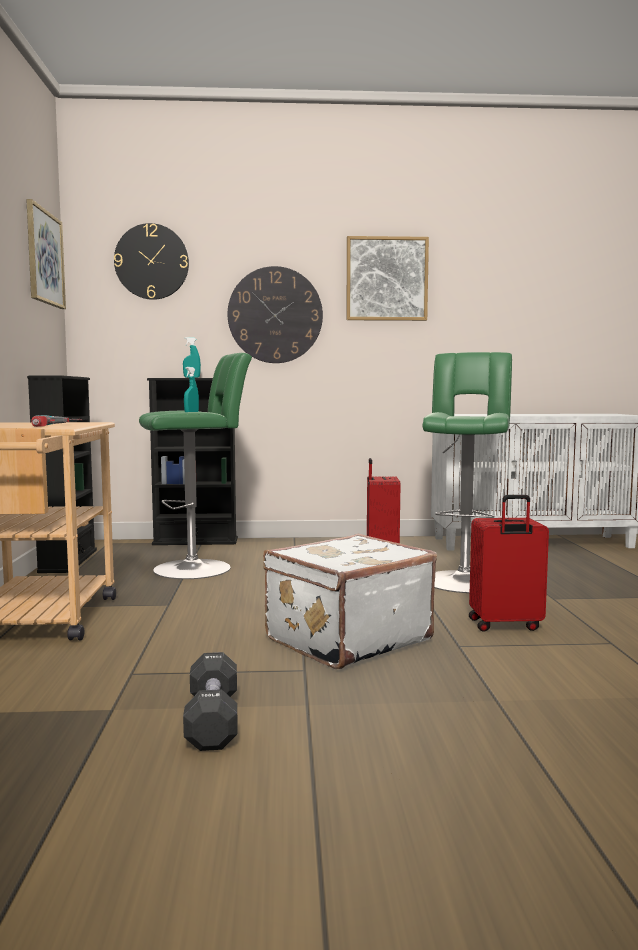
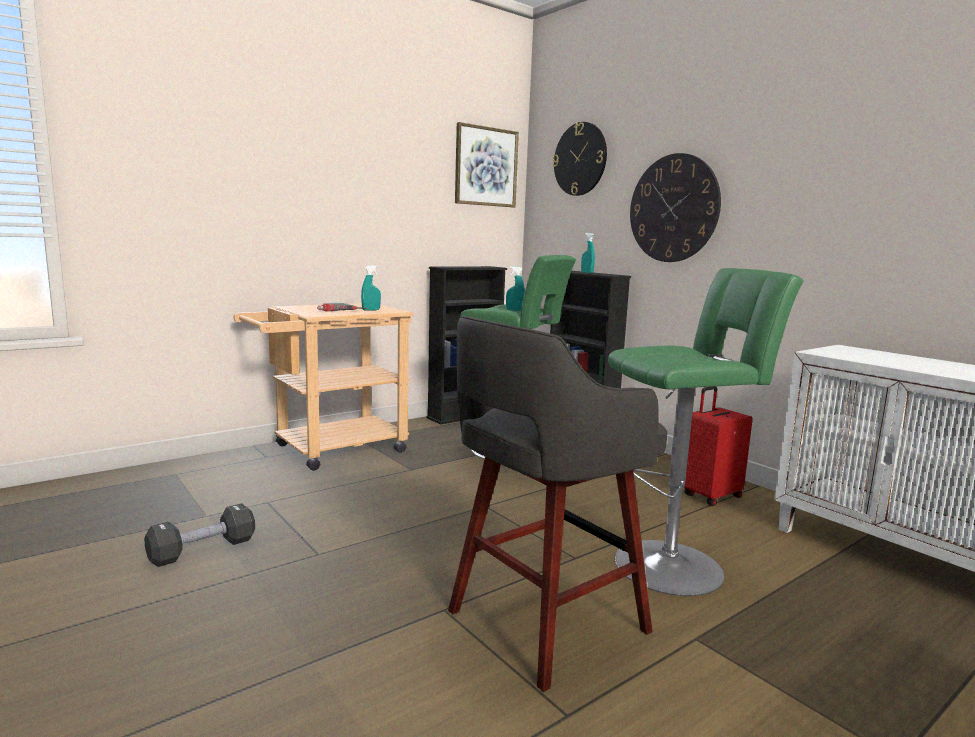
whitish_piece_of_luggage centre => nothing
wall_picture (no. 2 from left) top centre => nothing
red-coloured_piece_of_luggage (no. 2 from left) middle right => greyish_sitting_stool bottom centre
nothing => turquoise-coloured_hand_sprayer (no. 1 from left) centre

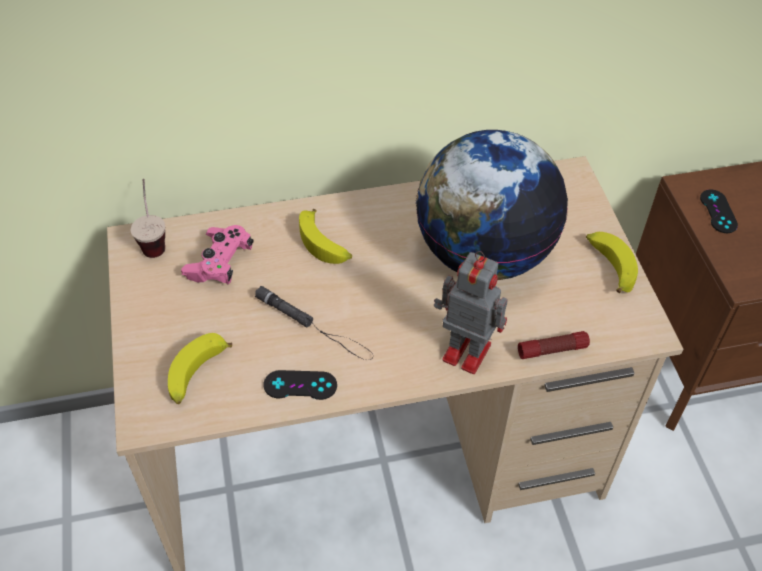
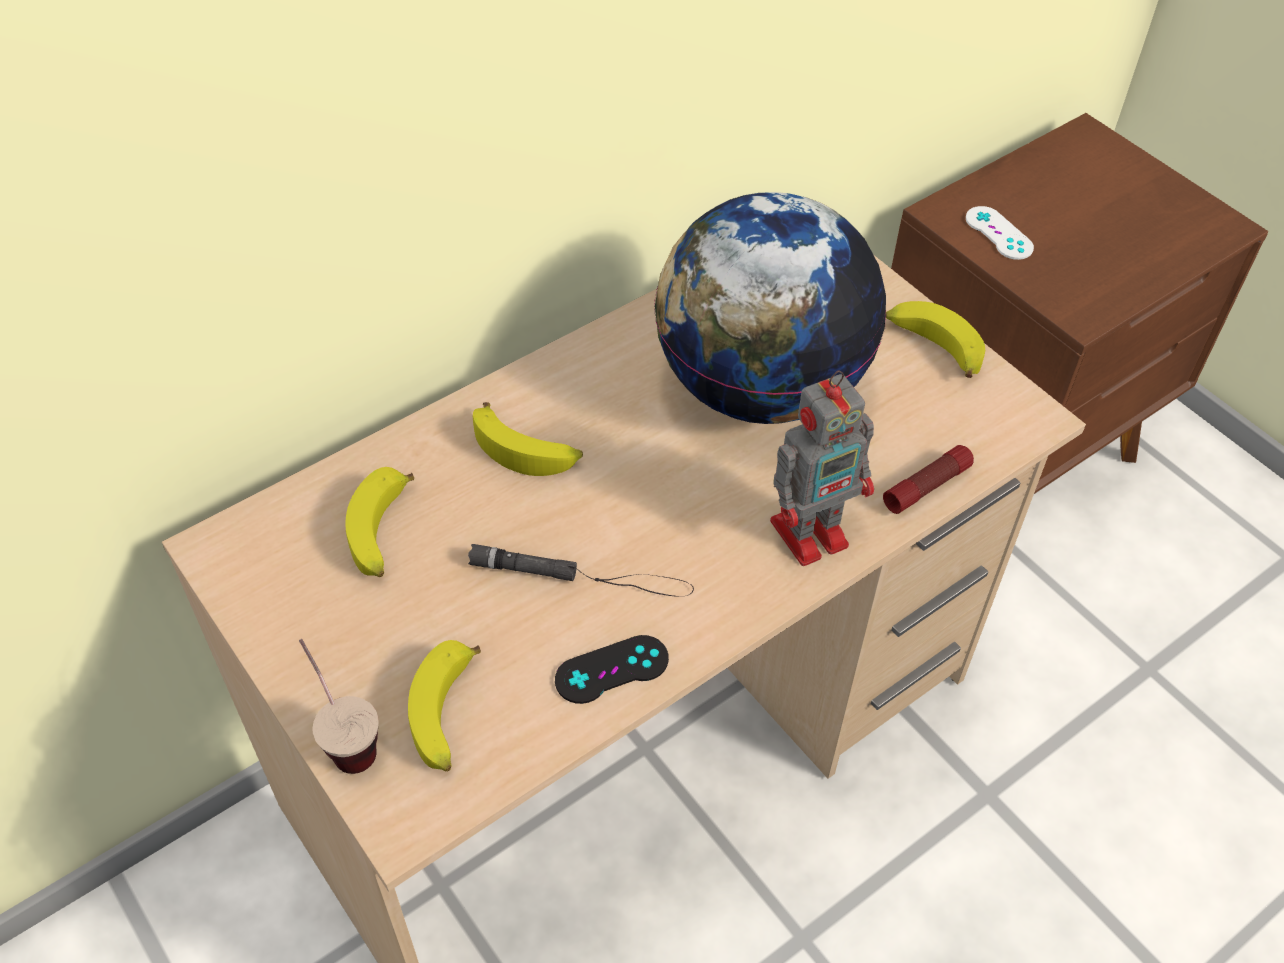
cup middle left => cup bottom left, shifted
pinkish_gamepad middle left => banana (no. 1 from left) middle left
robot_figure centre, 150 degrees clockwise
black_gamepad (no. 2 from left) middle right => whitish_gamepad top right

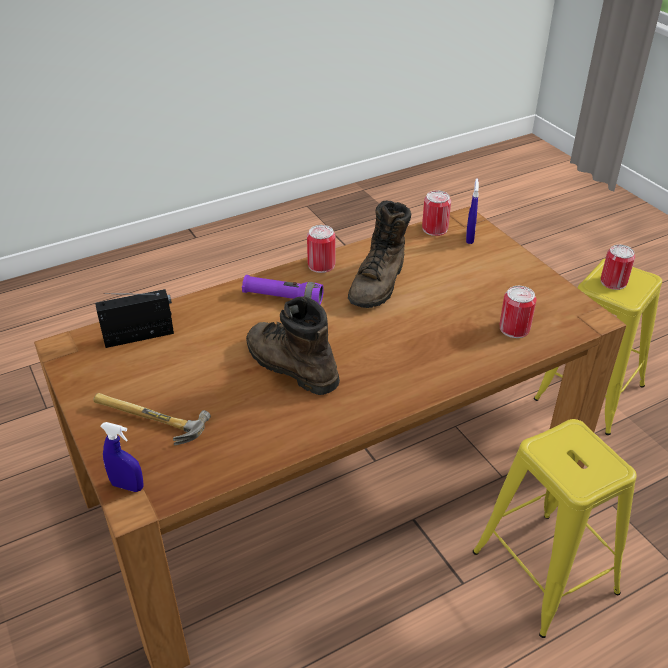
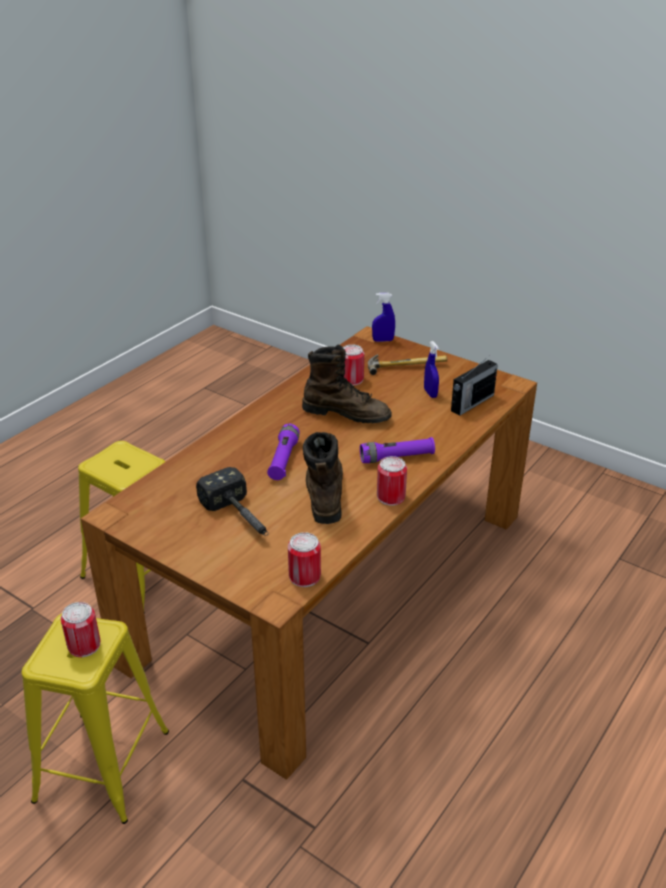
blue_hand_sprayer (no. 2 from left) top right => blue_hand_sprayer (no. 2 from left) centre, shifted
can (no. 3 from left) middle right => can (no. 3 from left) centre, shifted
nothing => tool_hammer (no. 1 from left) centre
nothing => purple-coloured_hand_torch (no. 1 from left) centre

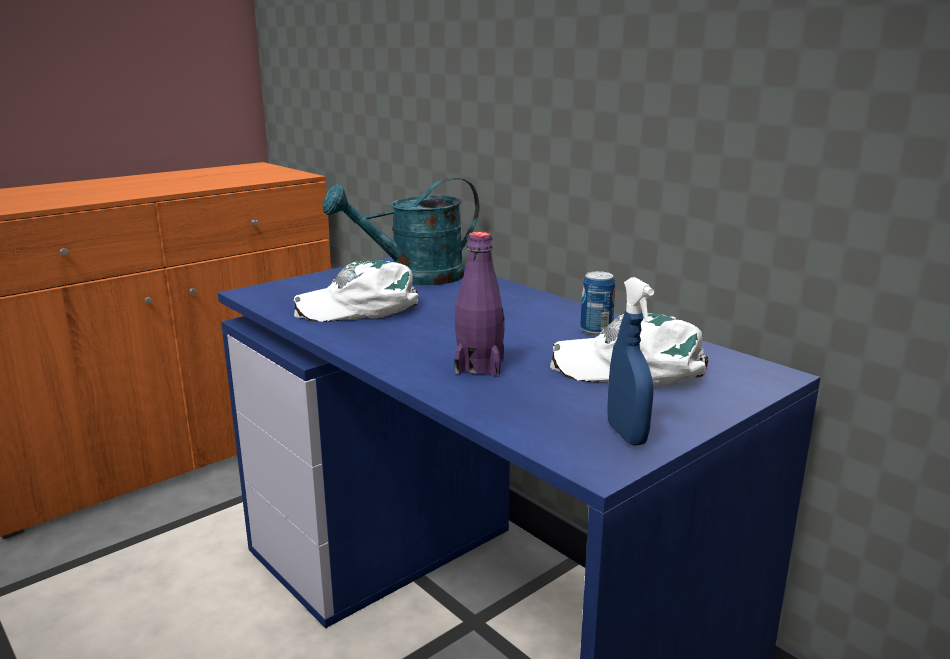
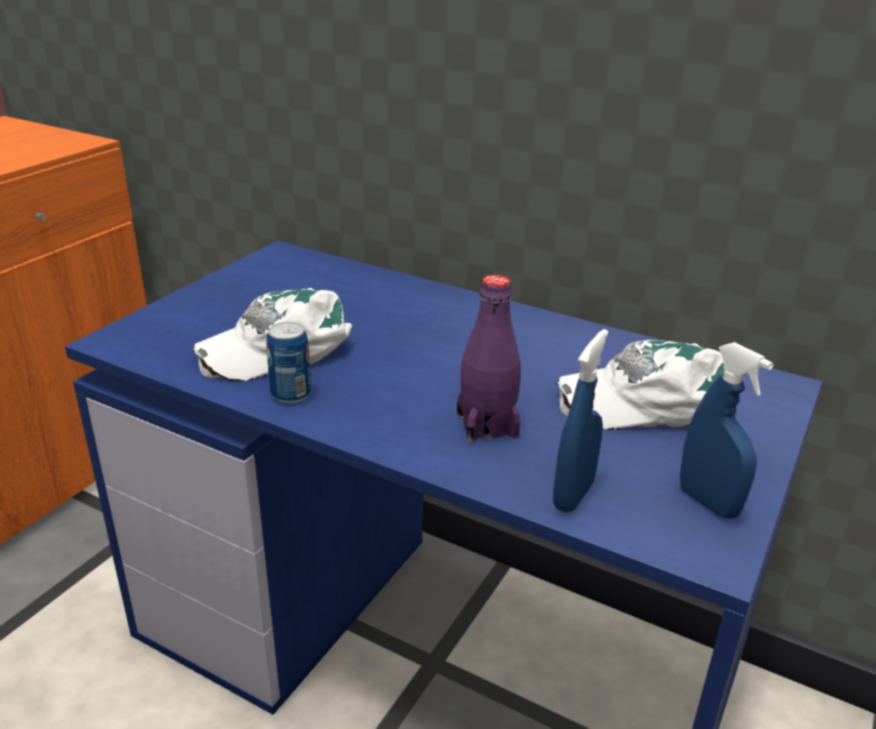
turquoise-coloured_sprinkling_can centre => nothing
can centre => can middle left, shifted
nothing => blue_hand_sprayer (no. 1 from left) centre

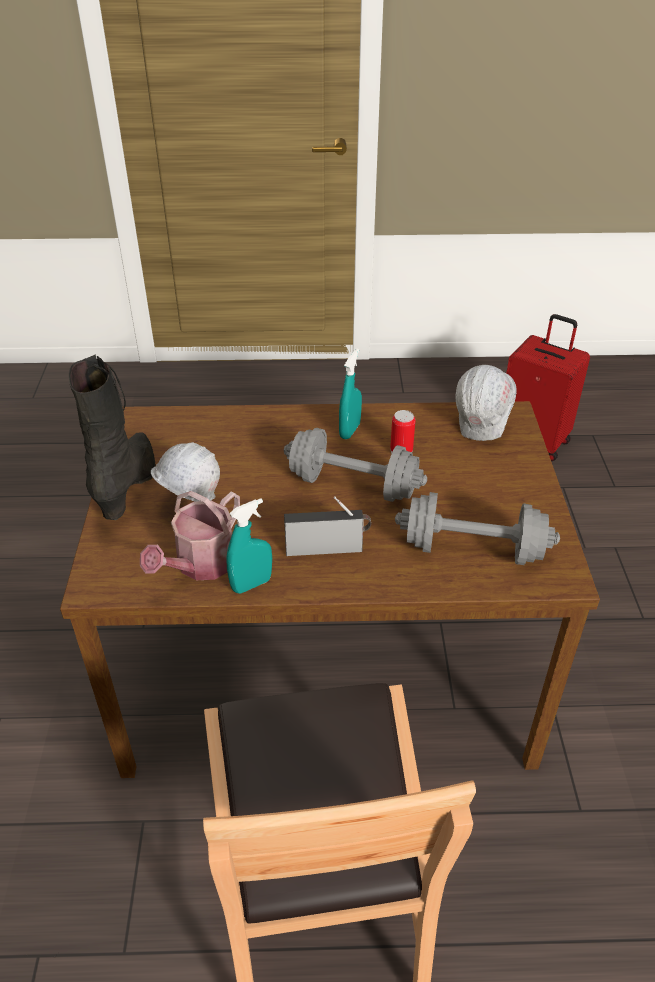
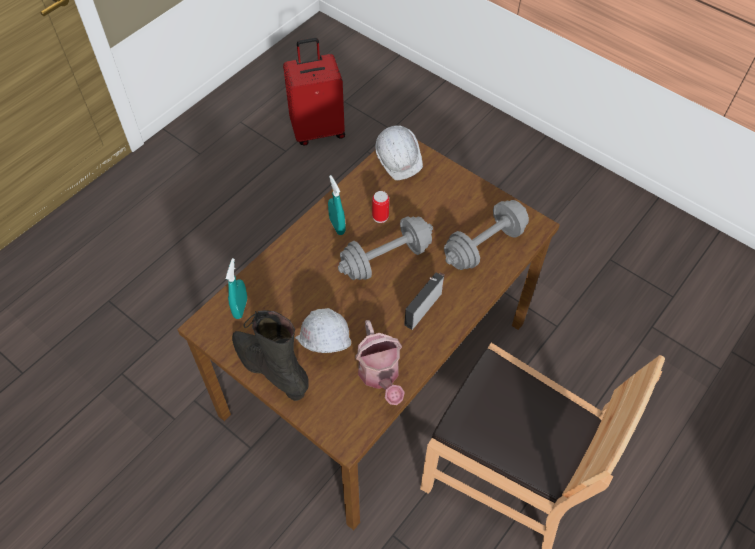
turquoise-coloured_hand_sprayer (no. 1 from left) centre => turquoise-coloured_hand_sprayer (no. 1 from left) middle left, shifted

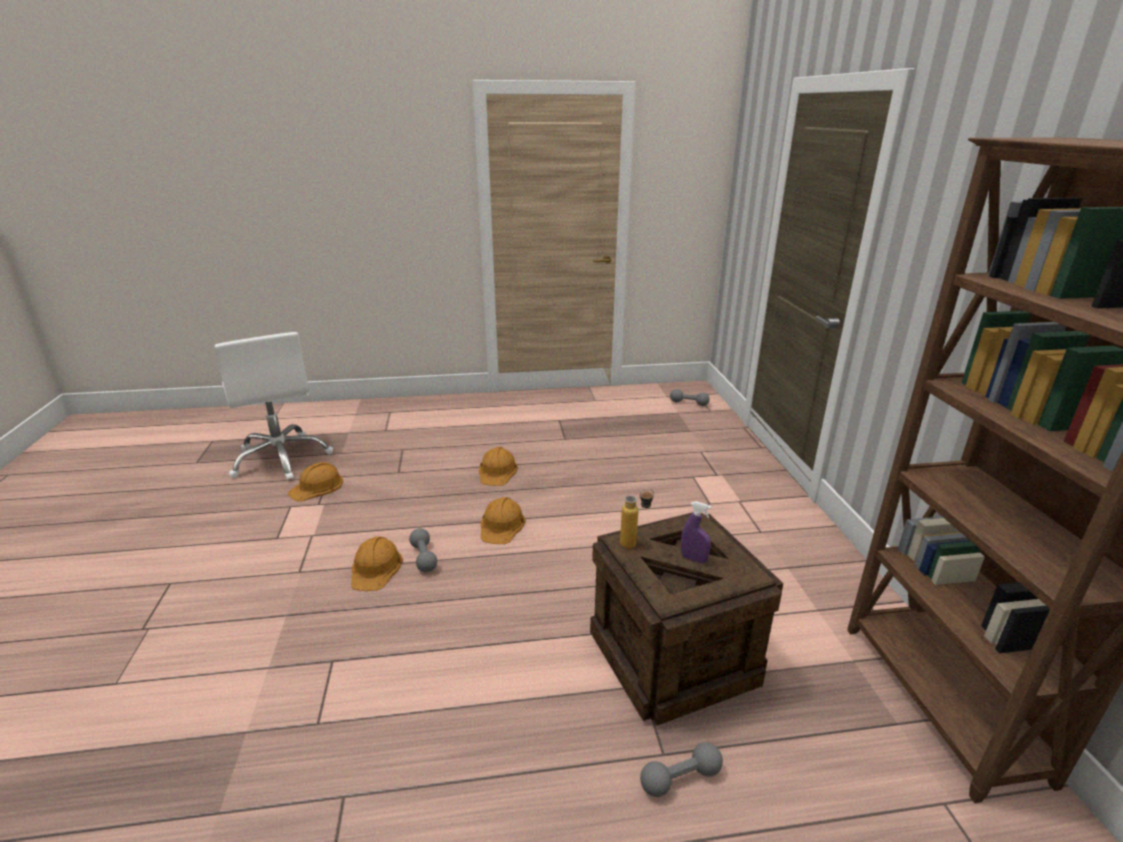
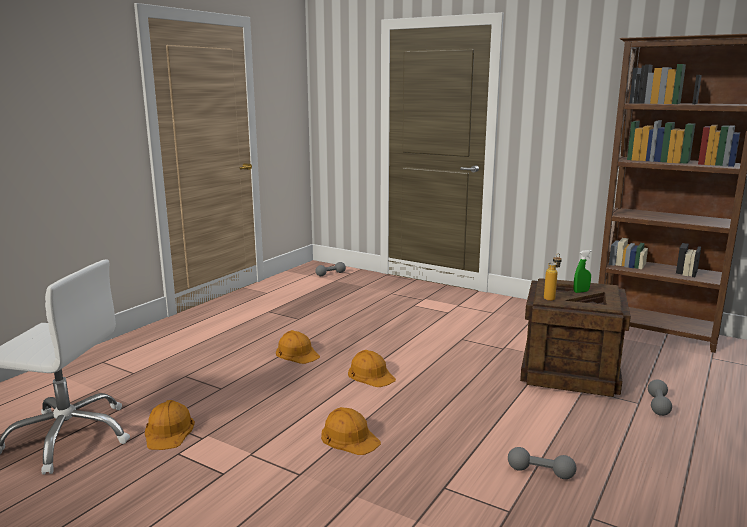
greyish_dumbbell (no. 1 from left in the first image) centre => greyish_dumbbell (no. 2 from left) bottom right, shifted
purple-coloured_hand_sprayer centre => greenish_hand_sprayer middle right

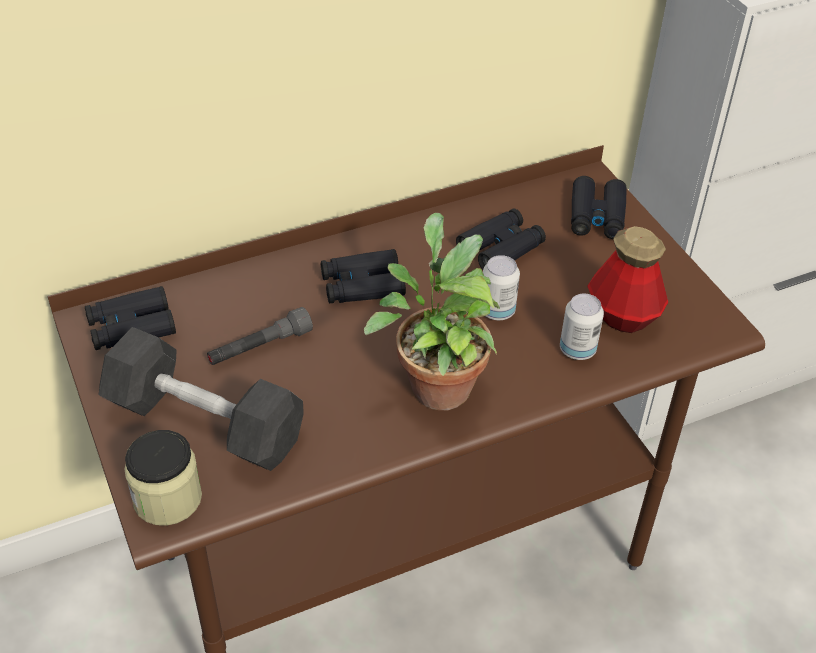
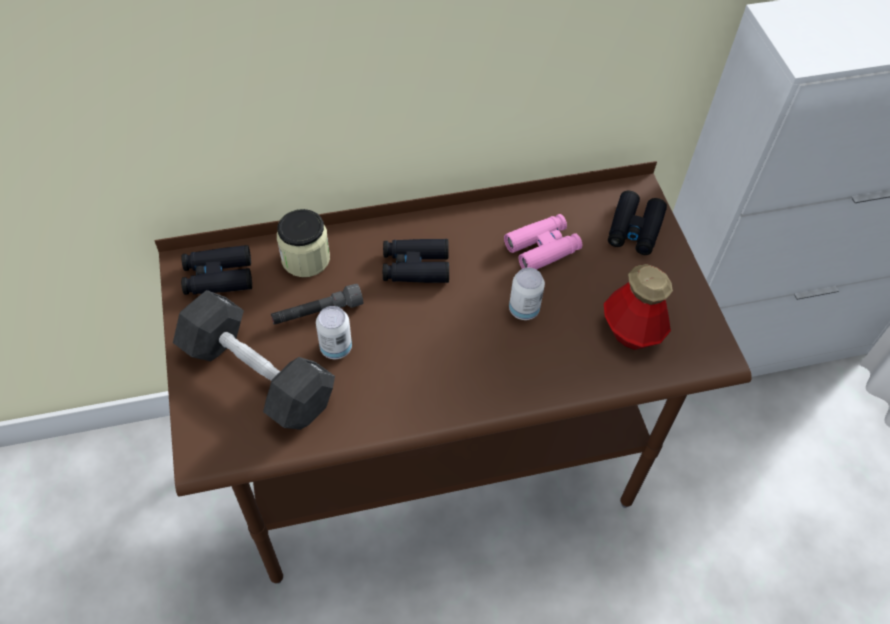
jar bottom left => jar centre, shifted
potted_plant centre => nothing
black_binoculars (no. 3 from left) centre => pinkish_binoculars centre
can (no. 2 from left in the first image) middle right => can (no. 1 from left) centre, shifted

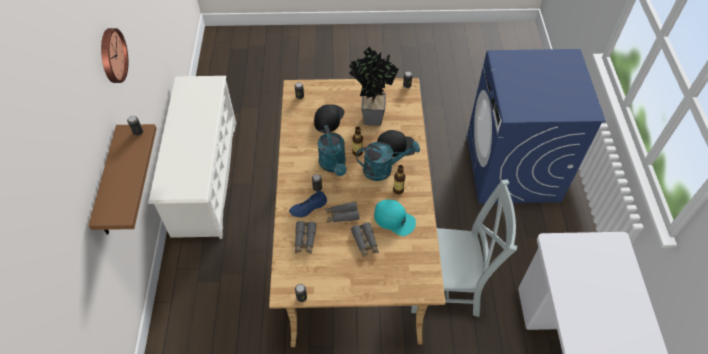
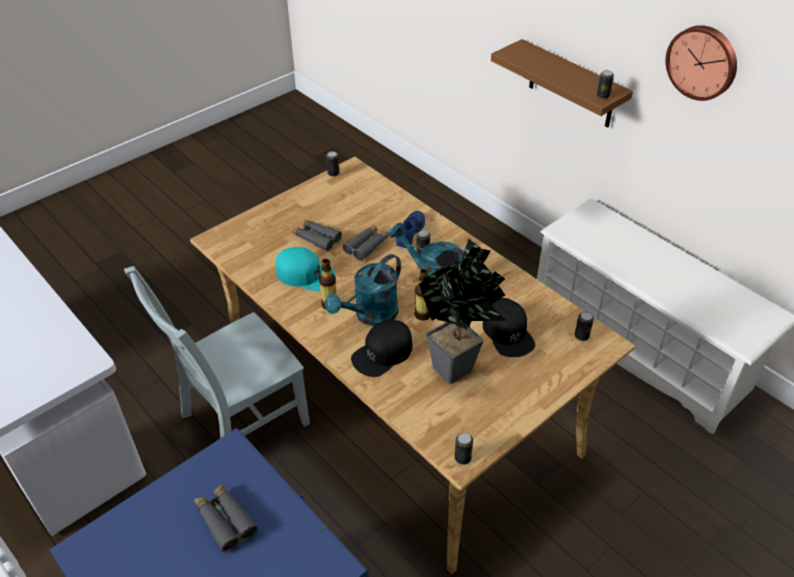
greyish_binoculars (no. 1 from left) bottom centre => greyish_binoculars (no. 1 from left) bottom left, shifted
turquoise-coloured_peaked_cap centre, 150 degrees counterclockwise

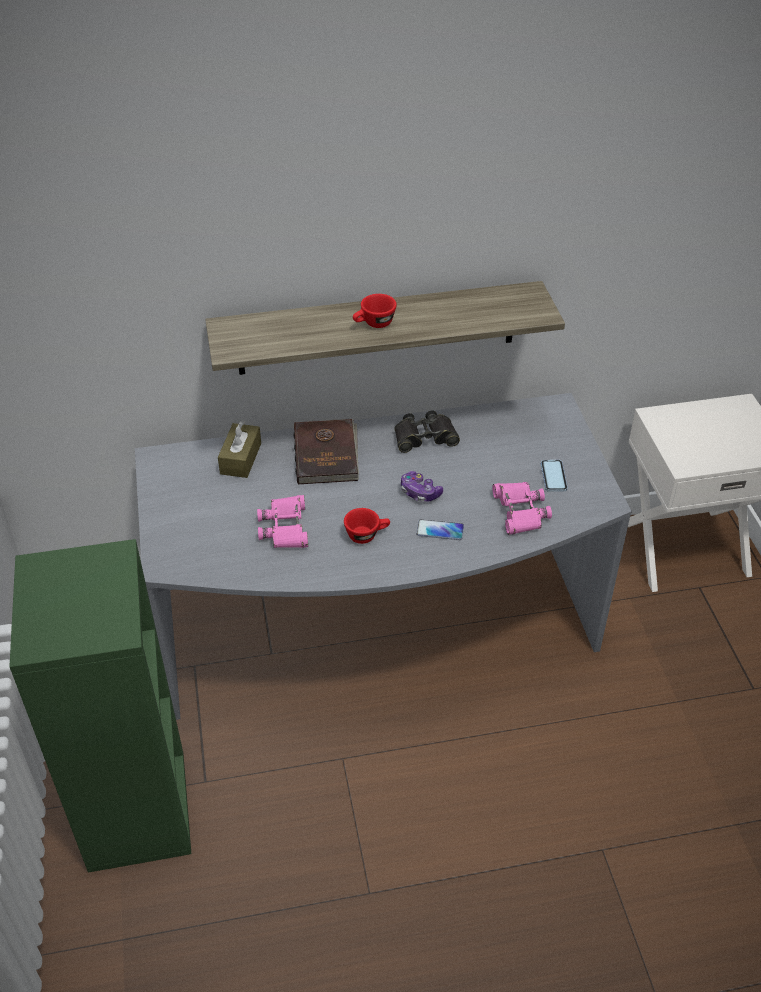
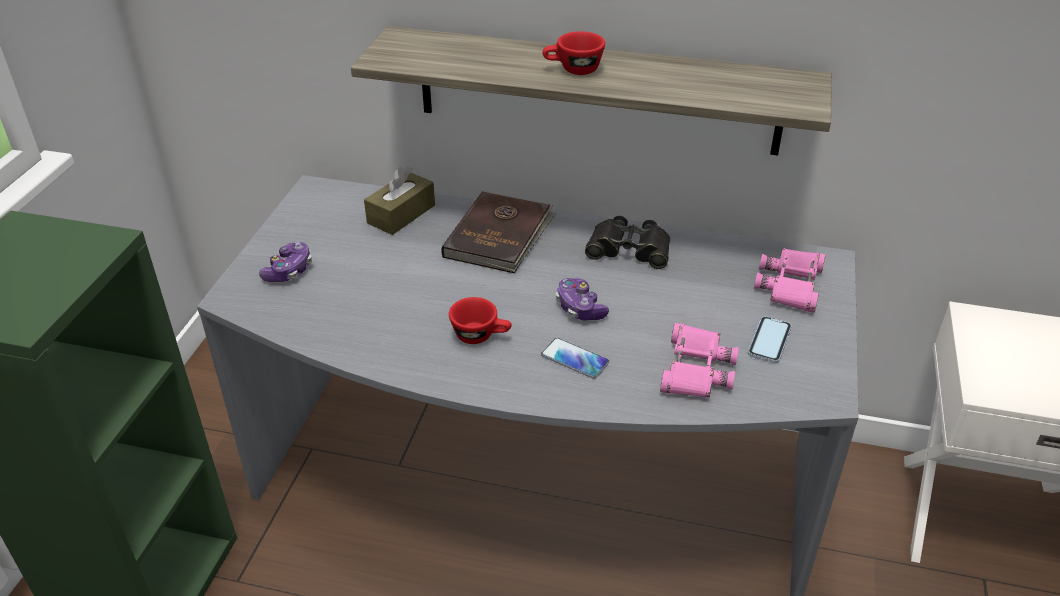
pinkish_binoculars (no. 1 from left in the first image) centre => pinkish_binoculars (no. 2 from left) middle right, shifted
nothing => gamepad (no. 1 from left) middle left

